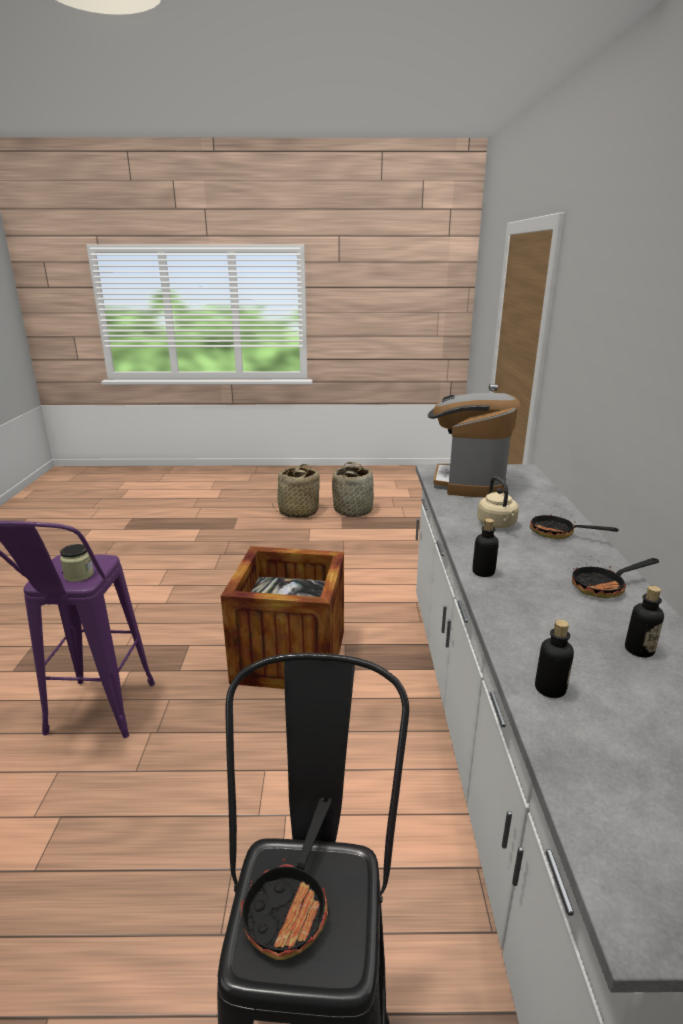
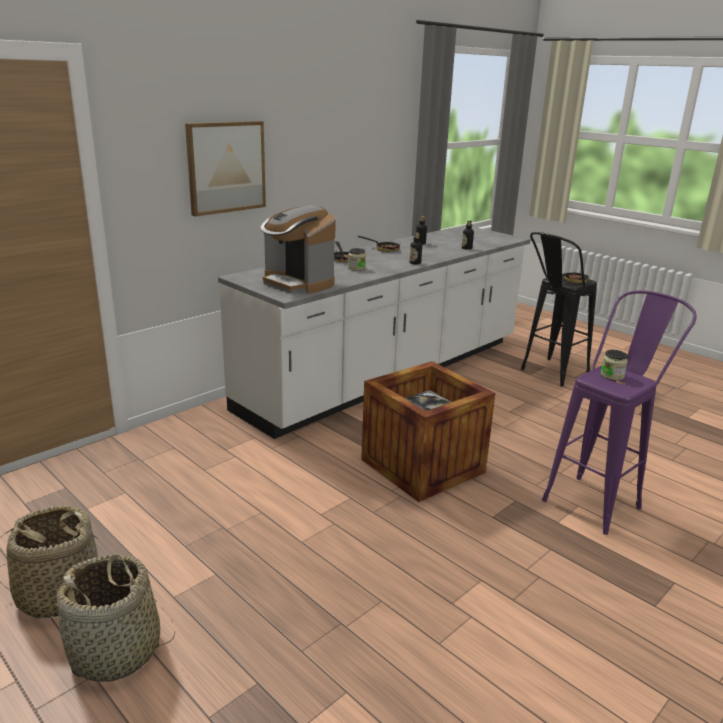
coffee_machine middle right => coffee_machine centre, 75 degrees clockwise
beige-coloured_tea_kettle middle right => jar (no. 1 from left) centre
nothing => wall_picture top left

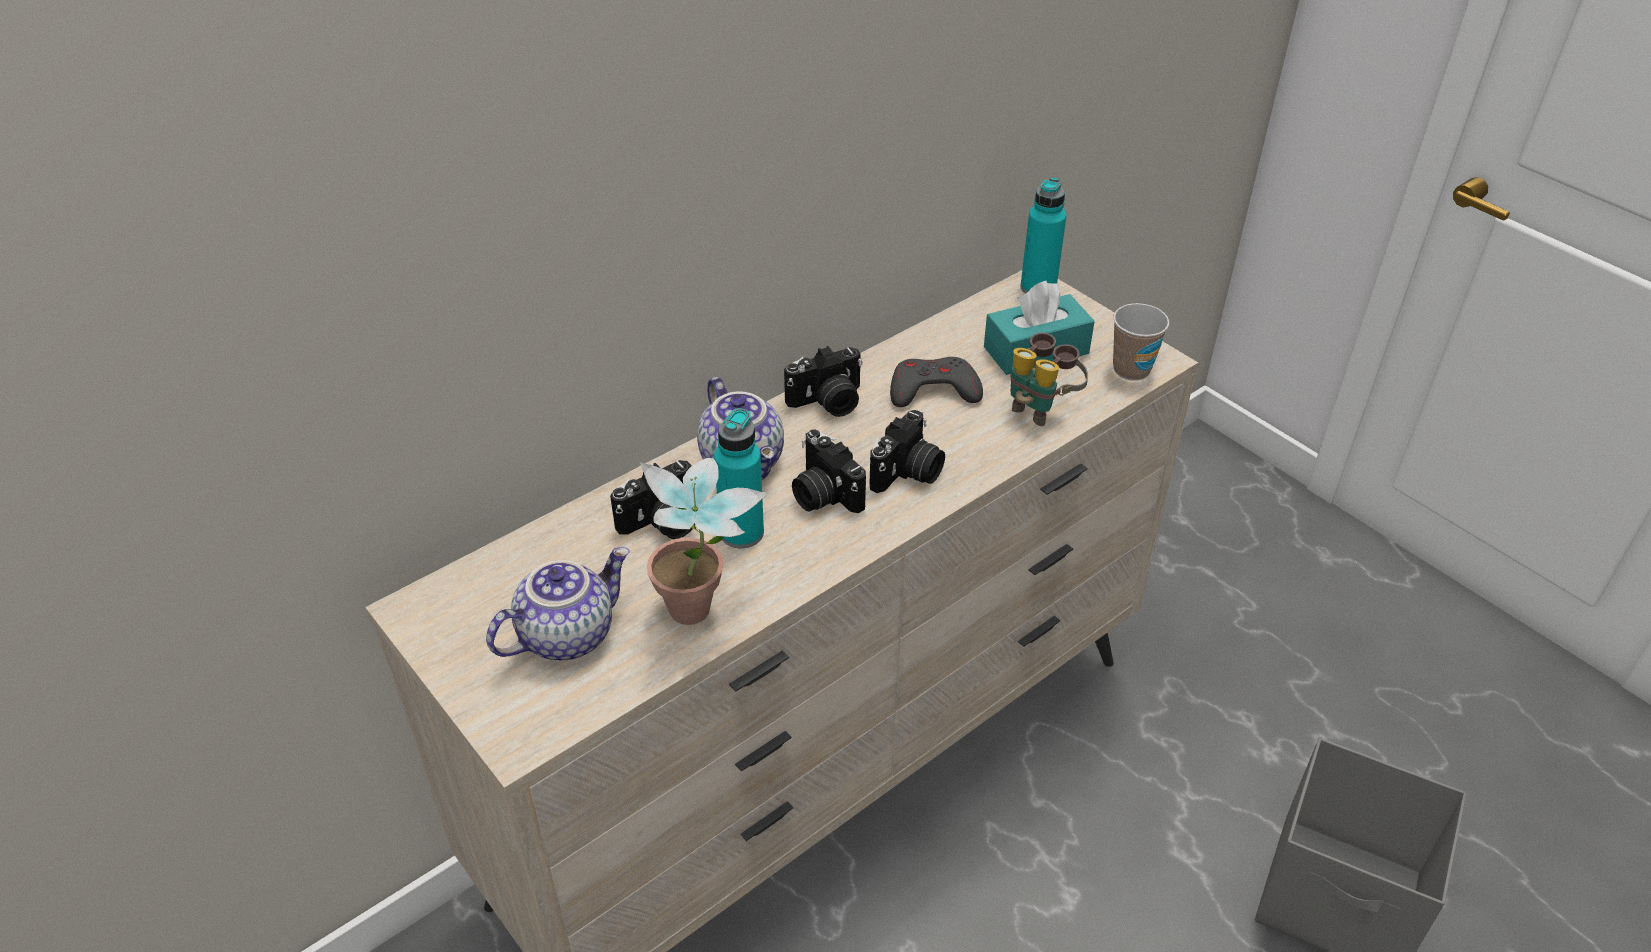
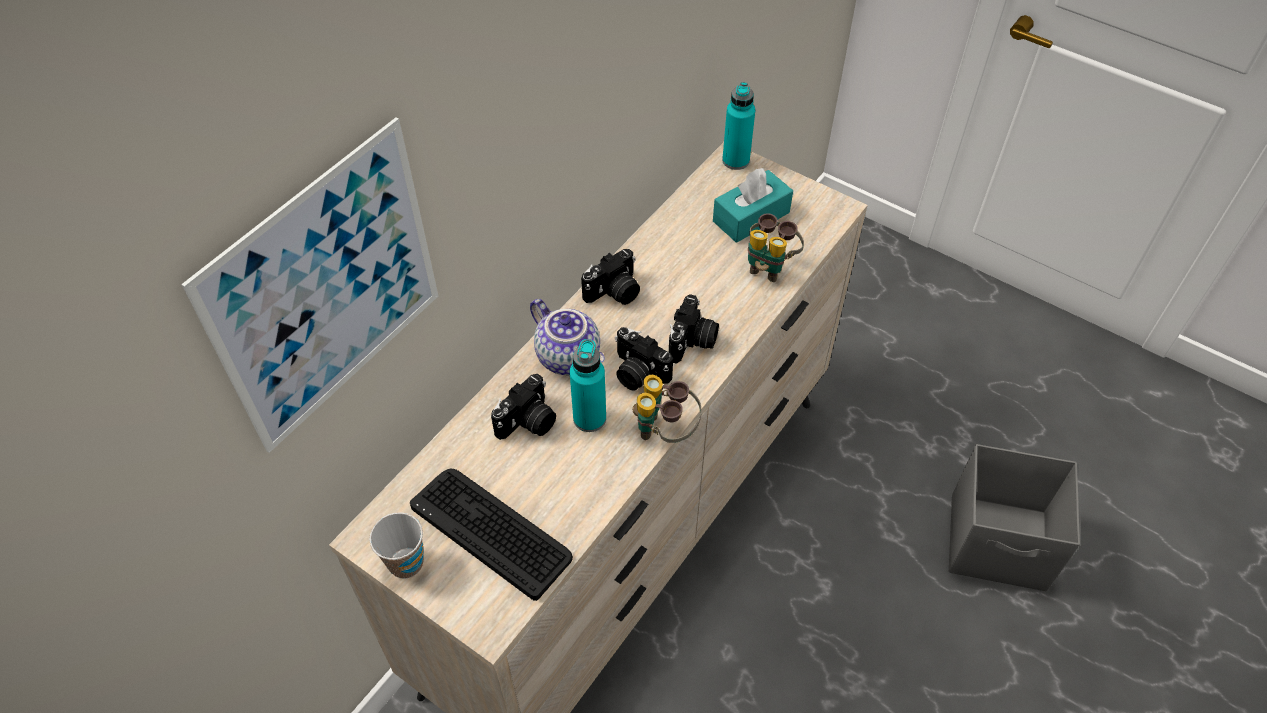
pot_for_tea (no. 1 from left) centre => computer_keyboard bottom centre
potted_plant centre => nothing
greyish_gamepad centre => nothing
cup middle right => cup bottom left, shifted
nothing => wall_picture middle left
nothing => binoculars (no. 1 from left) centre

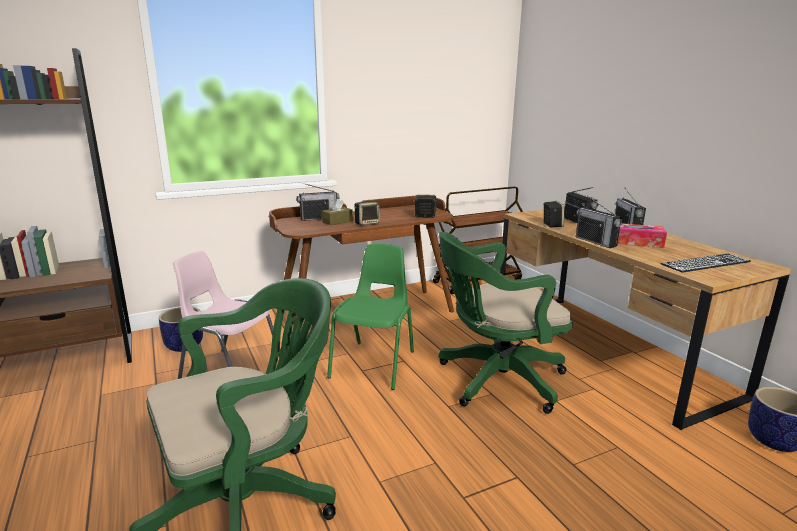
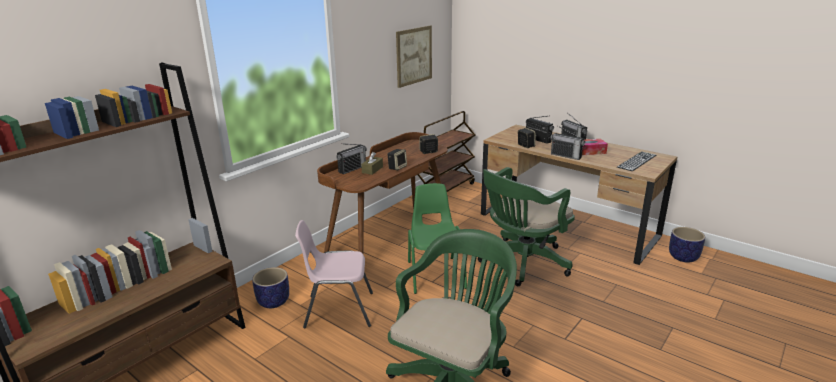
nothing => wall_picture top centre

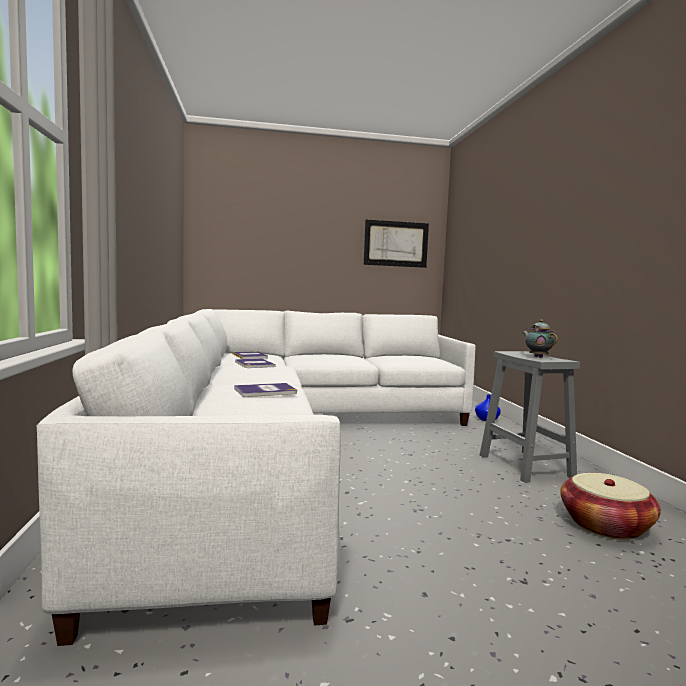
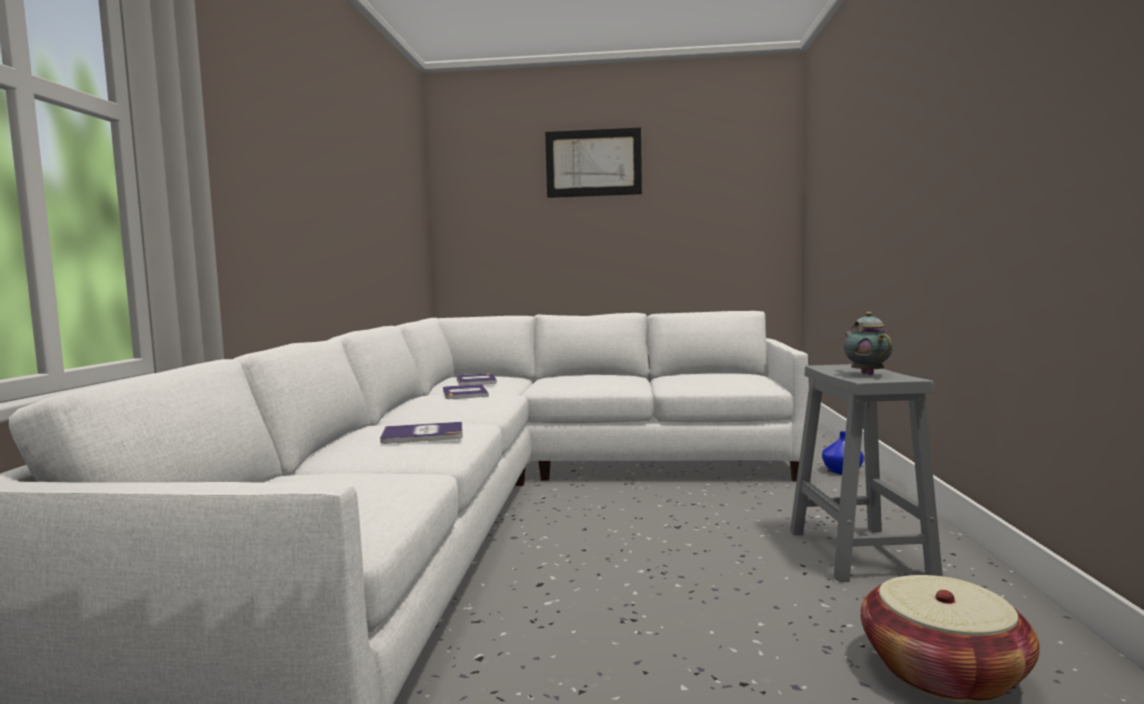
wall_picture centre => wall_picture top centre, shifted

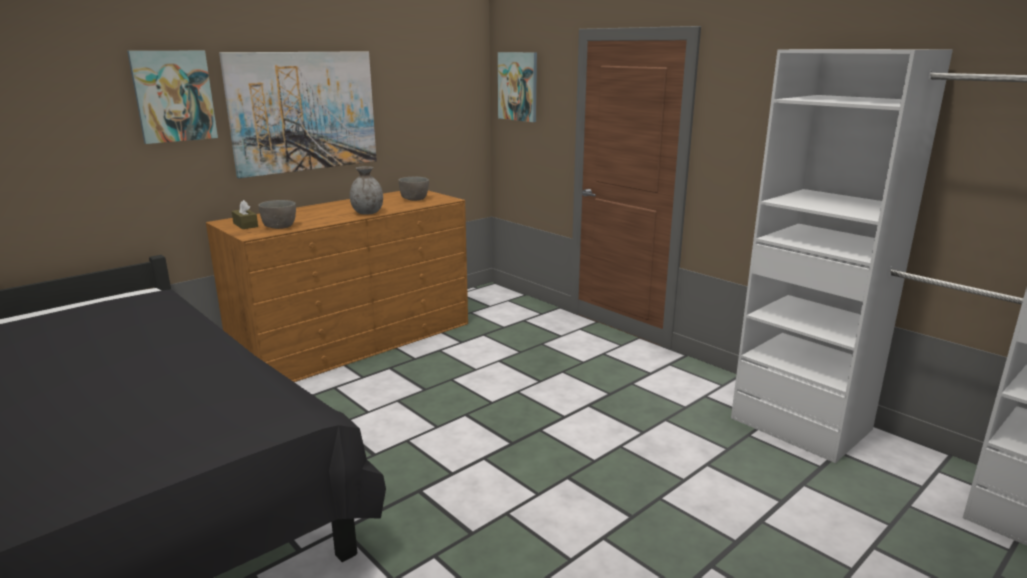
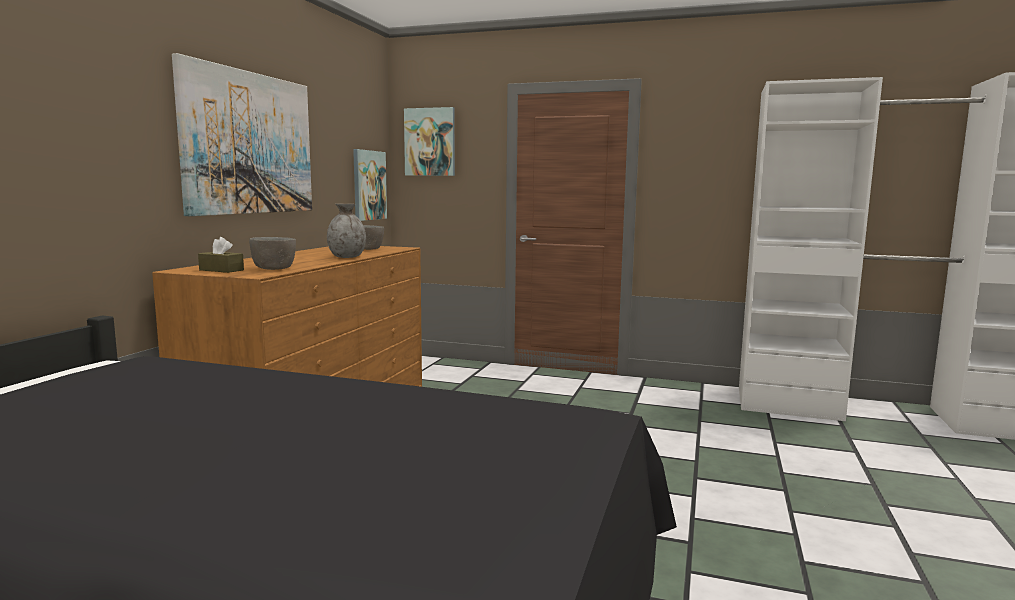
wall_picture (no. 1 from left in the first image) top left => wall_picture (no. 2 from left) top centre, shifted

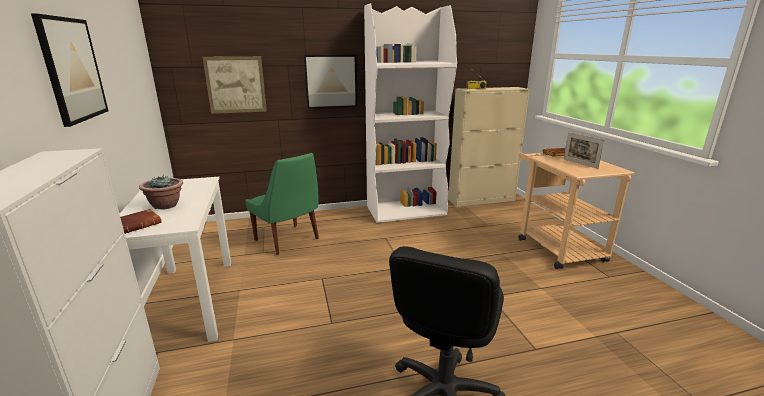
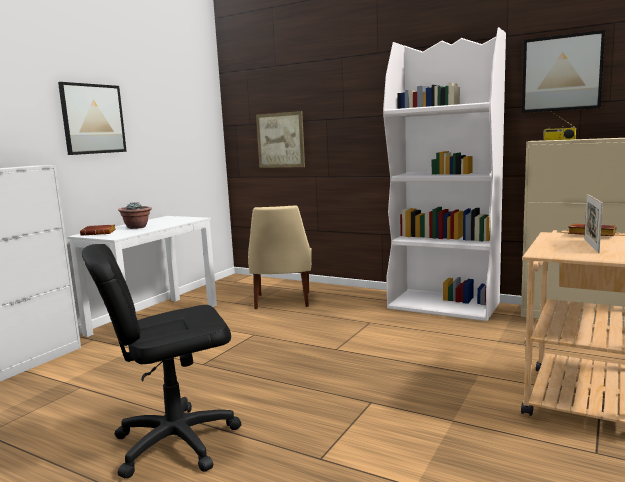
greenish_plain_chair centre => beige-coloured_plain_chair centre
wall_picture (no. 3 from left) top centre => wall_picture (no. 3 from left) top right, shifted

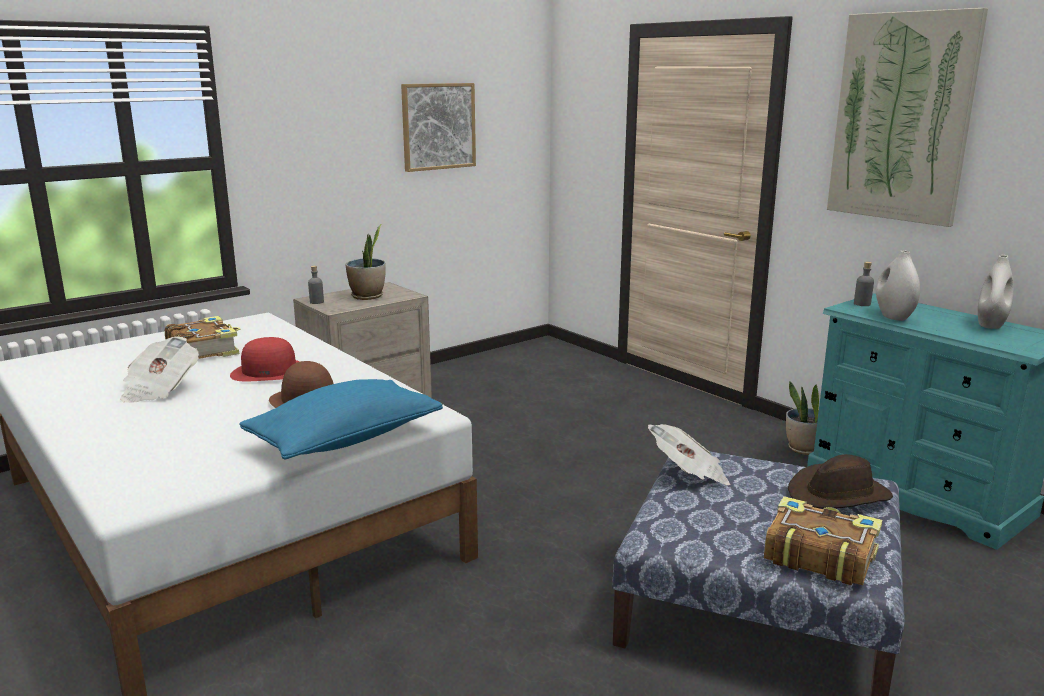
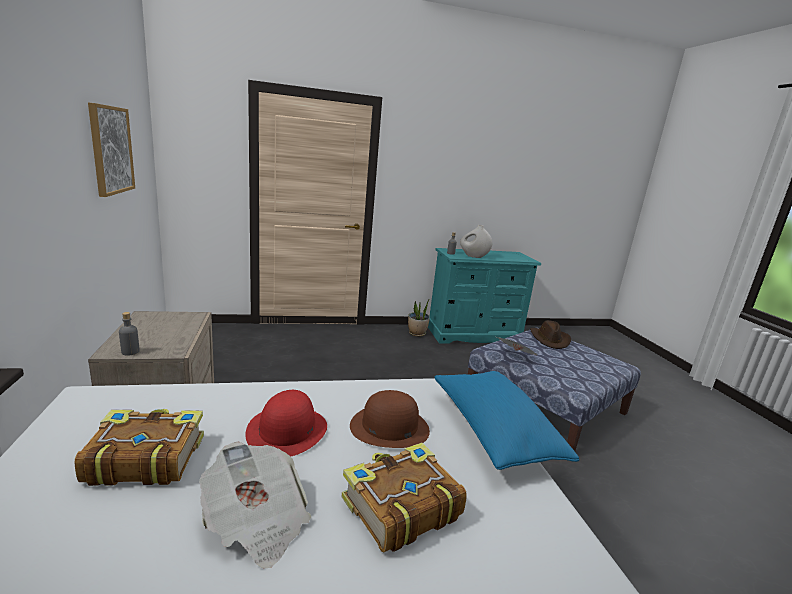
potted_plant (no. 1 from left) centre => nothing
book (no. 2 from left) bottom right => book (no. 2 from left) bottom centre, shifted
wall_picture (no. 2 from left) top right => nothing
whitish_vase (no. 2 from left) middle right => nothing

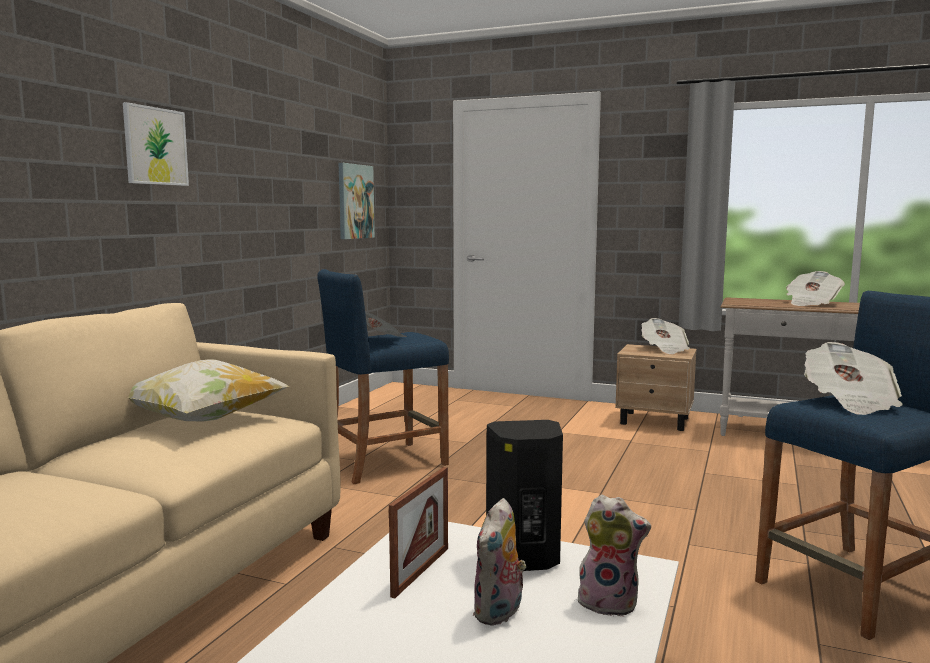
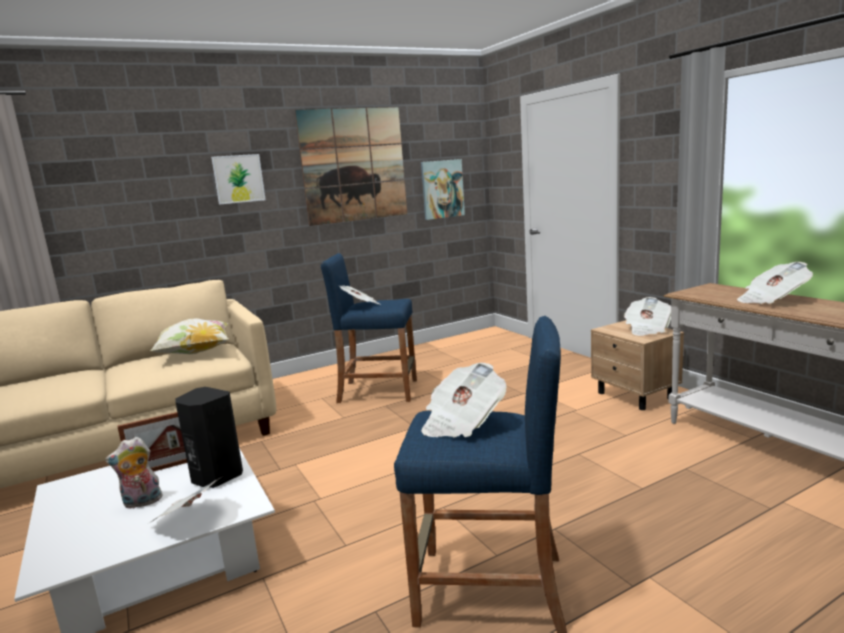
cuddly_toy (no. 2 from left) bottom centre => newspaper (no. 1 from left) bottom left
nothing => wall_picture (no. 2 from left) top centre

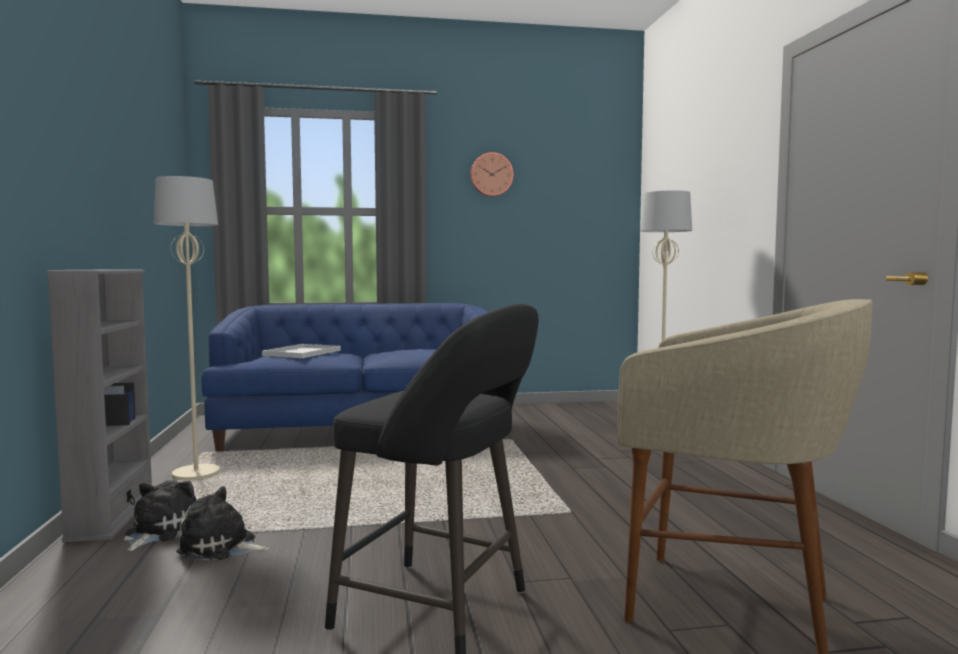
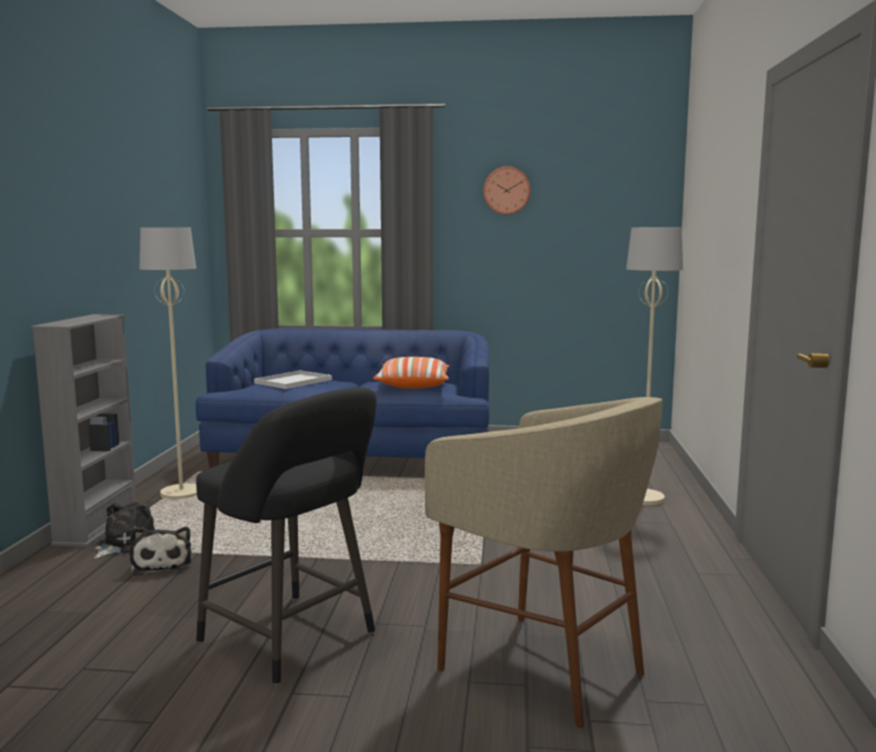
cuddly_toy (no. 2 from left) bottom left, 135 degrees counterclockwise
nothing => throw_pillow centre

